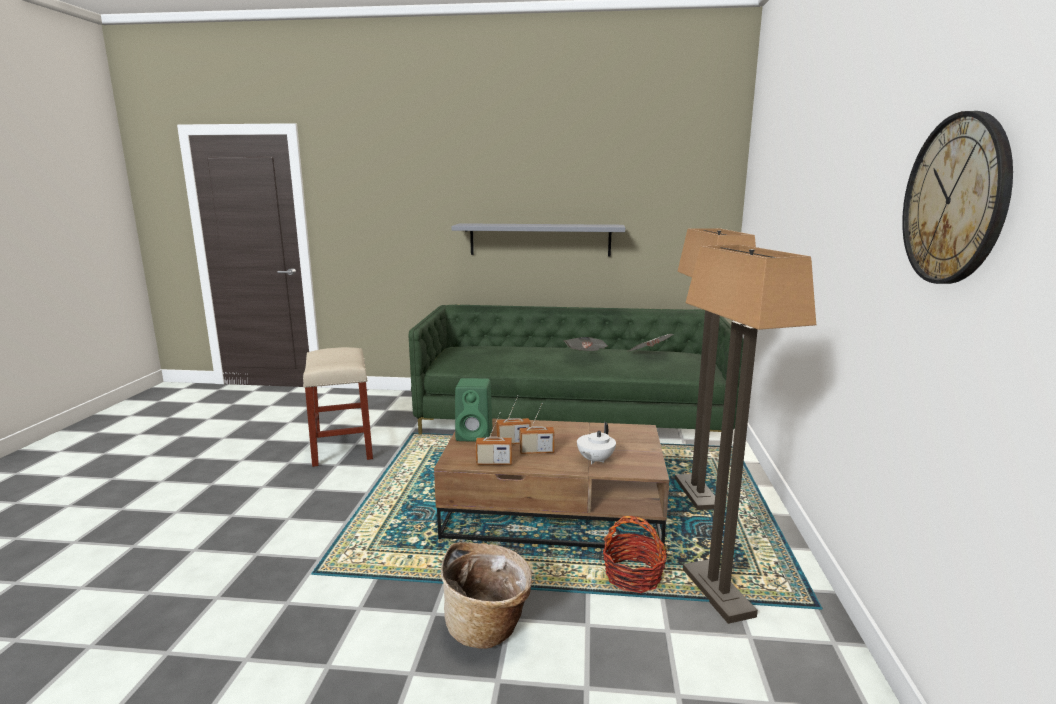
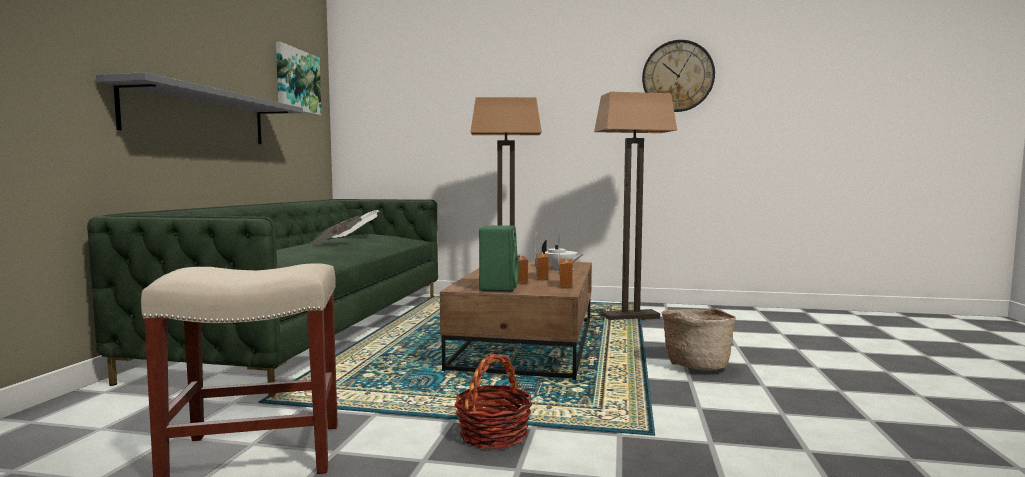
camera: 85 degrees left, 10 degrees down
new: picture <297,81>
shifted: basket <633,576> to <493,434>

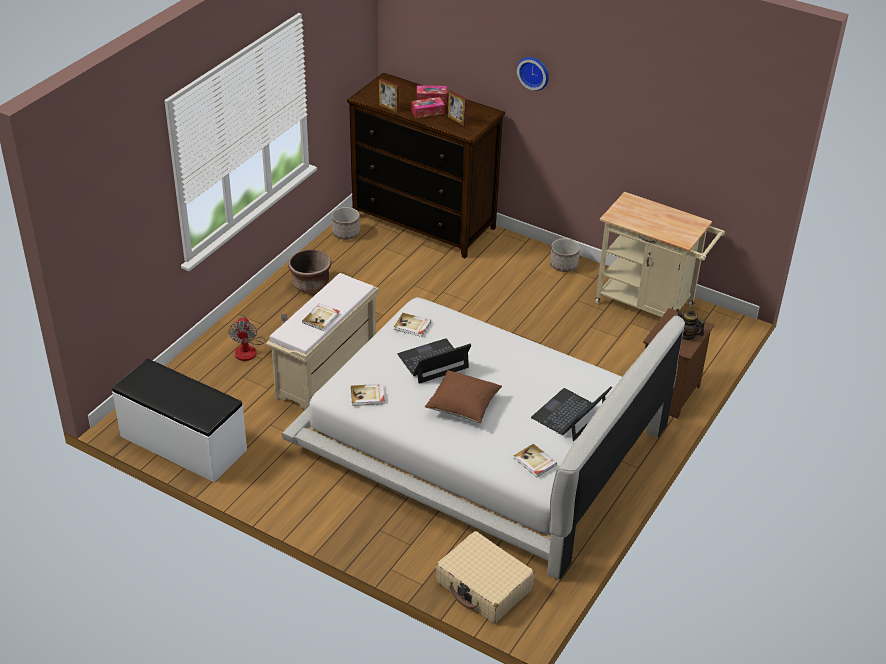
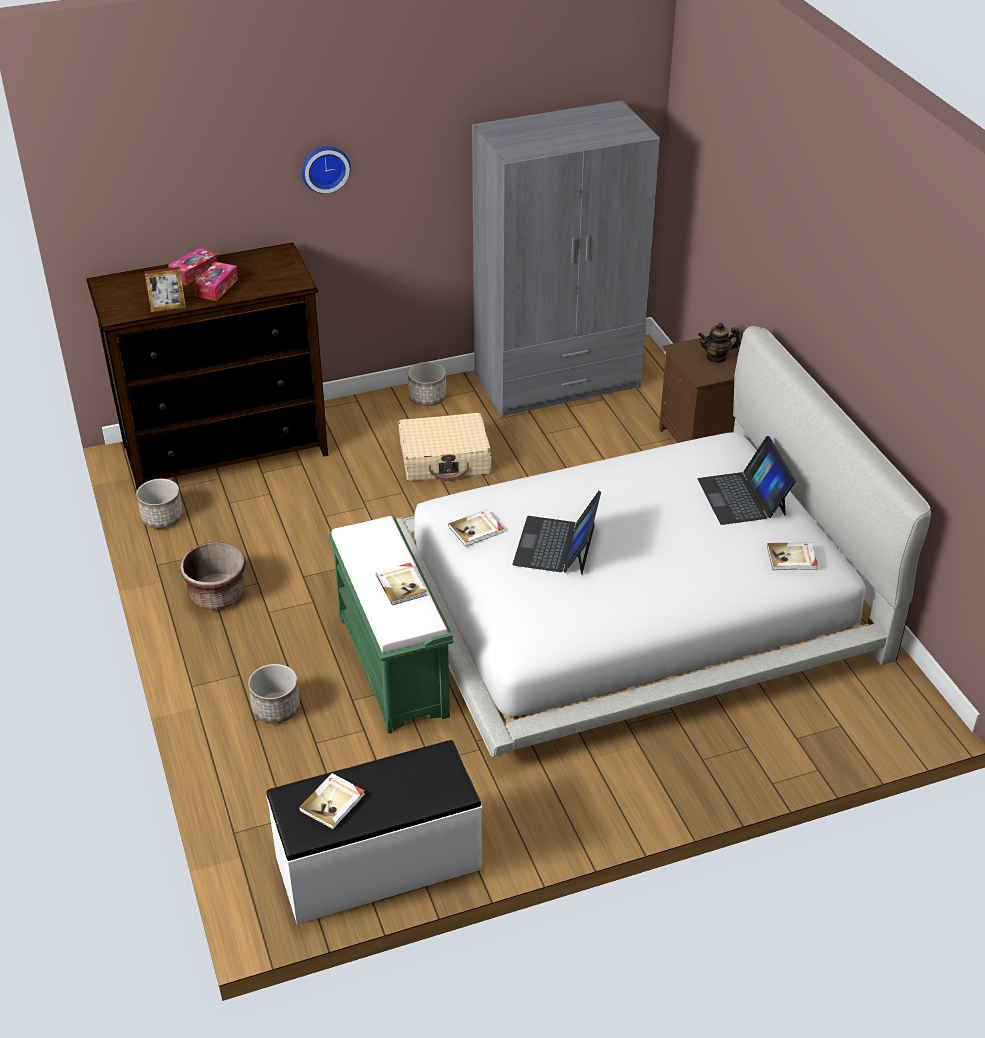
camera: 50 degrees left, 0 degrees up
gone: brown pillow <463,406>; picture frame <457,121>
shifted: book <367,396> to <333,802>; beige suitcase <484,586> to <445,459>
swapped: fan <252,350> to planter <276,708>; beige cart <650,306> to grey wardrobe <558,381>
repainted: beige bench <326,373> to green bench <394,666>

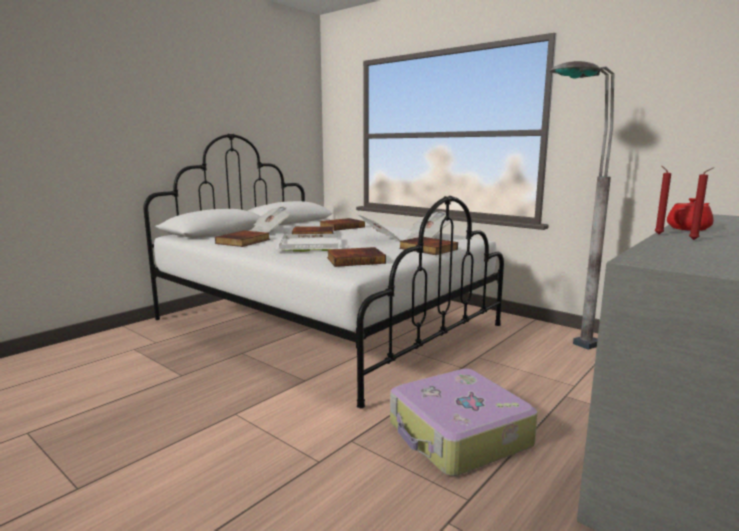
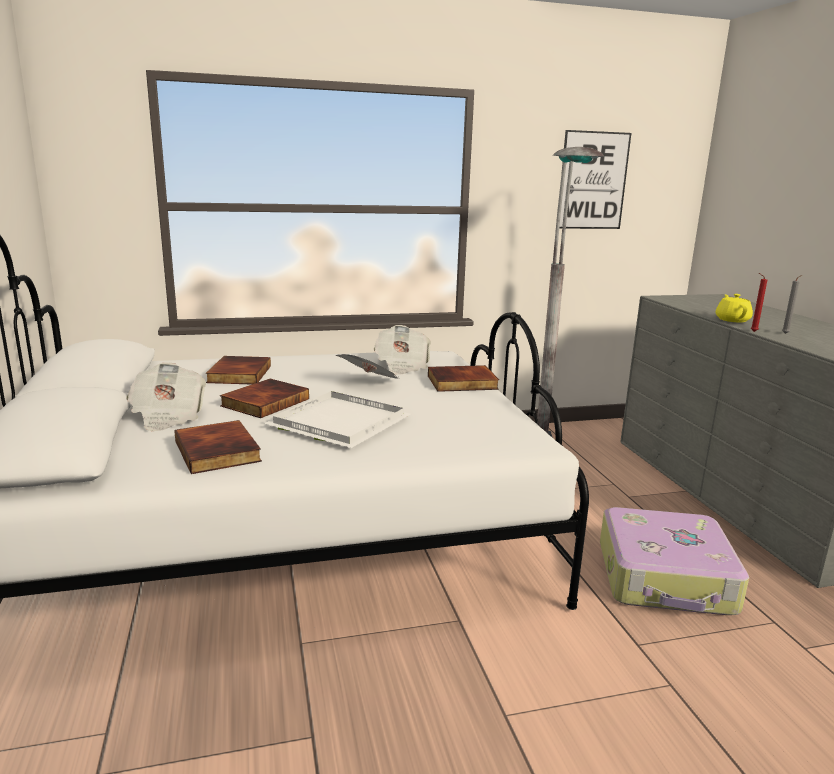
camera: 55 degrees left, 5 degrees up
gone: book <355,260>
new: picture <593,181>
repainted: red teapot <689,229> to yellow teapot <732,320>; red candle <695,240> to grey candle <786,333>

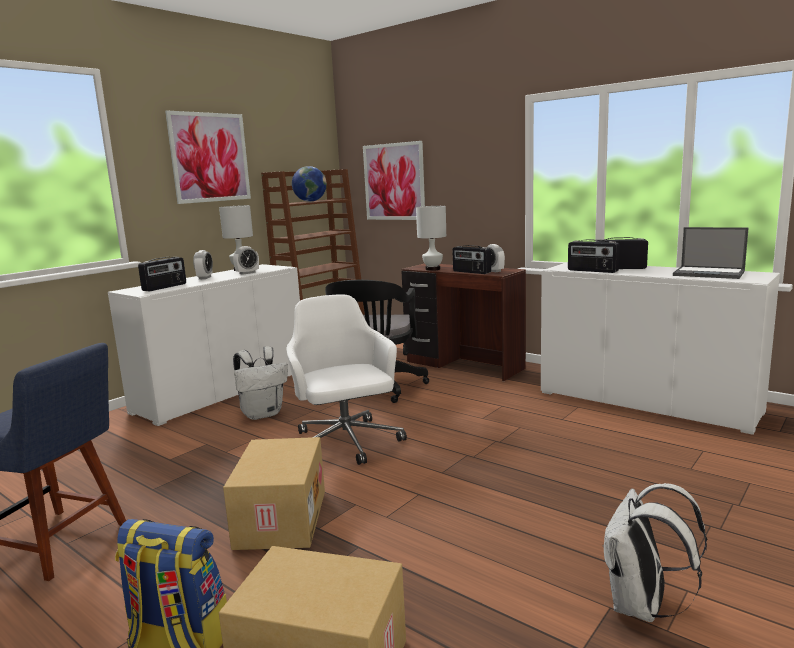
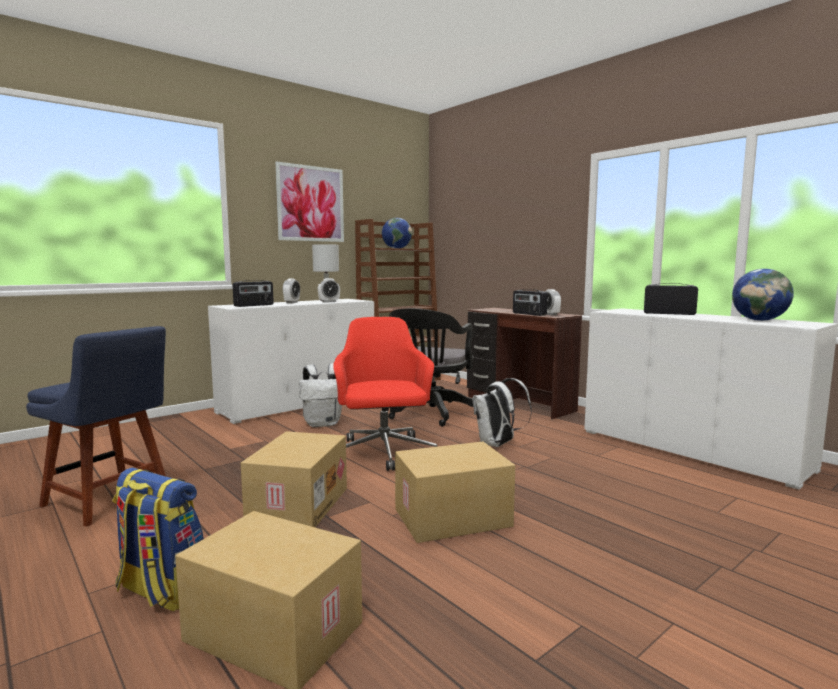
camera: 10 degrees right, 5 degrees down
gone: picture <394,182>; white table lamp <432,269>; radio <592,271>
new: cardboard box <452,518>
shifted: white backpack <642,607> to <497,444>
swapped: laptop <709,273> to globe <759,320>
repainted: white office chair <346,444> to red office chair <383,454>

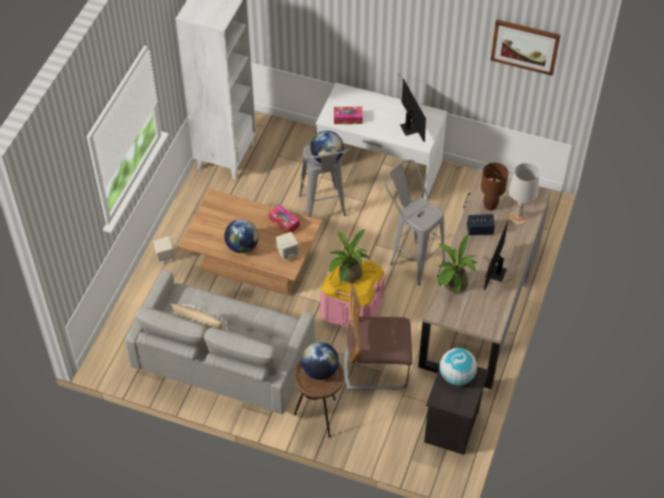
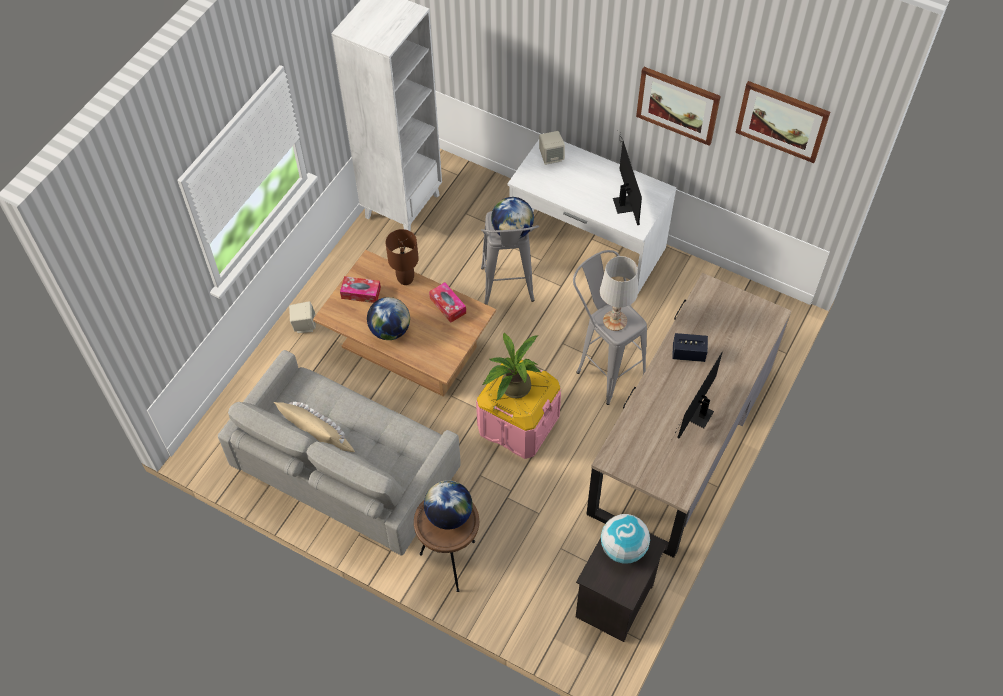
camera: 10 degrees right, 5 degrees up
gone: chair <376,367>; potted plant <453,286>
new: picture <678,105>
shifted: beige speaker <287,253> to <551,157>; tissue box <348,118> to <361,293>; brown table lamp <490,205> to <406,279>; white table lamp <518,217> to <615,320>

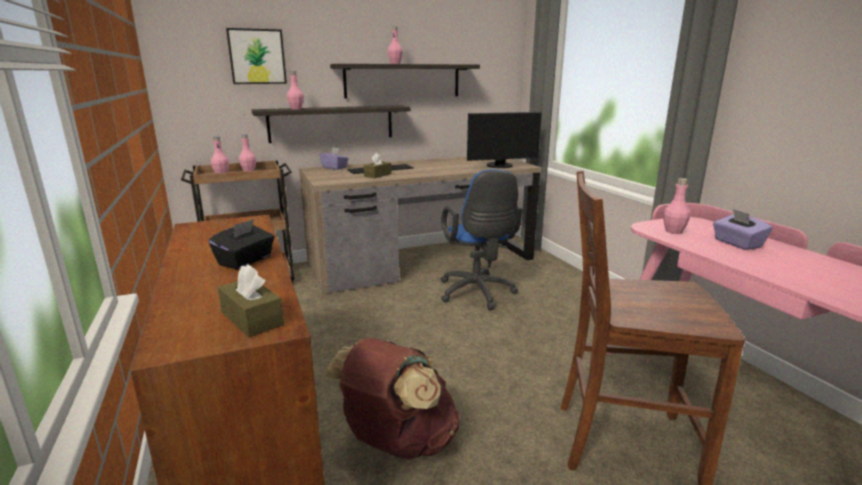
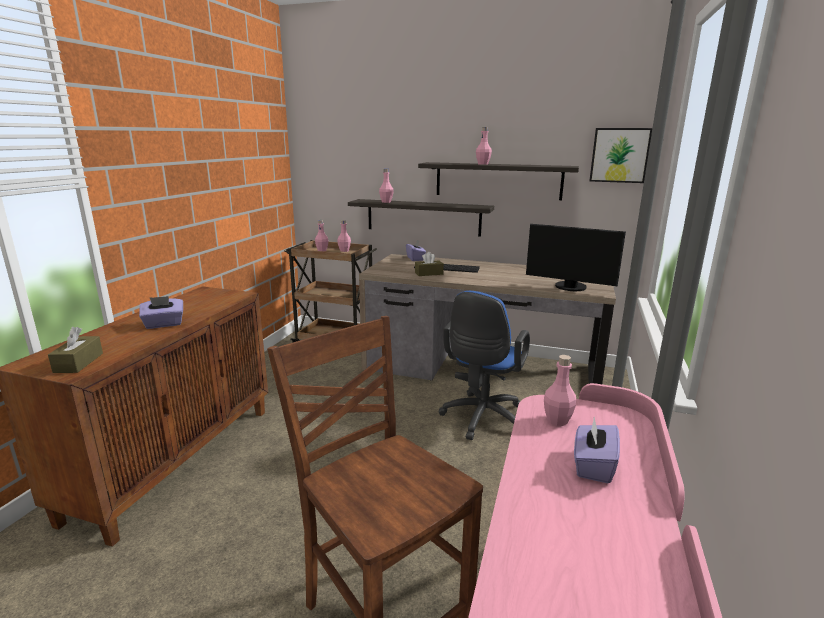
camera: 40 degrees right, 0 degrees up
gone: brown backpack <396,443>
shifted: picture <257,56> to <619,155>
repainted: black tissue box <245,261> to purple tissue box <164,324>

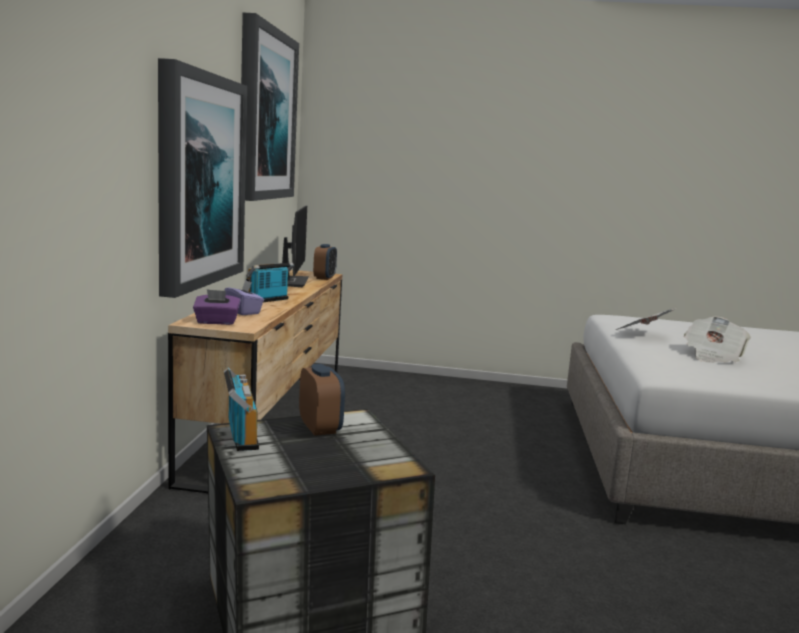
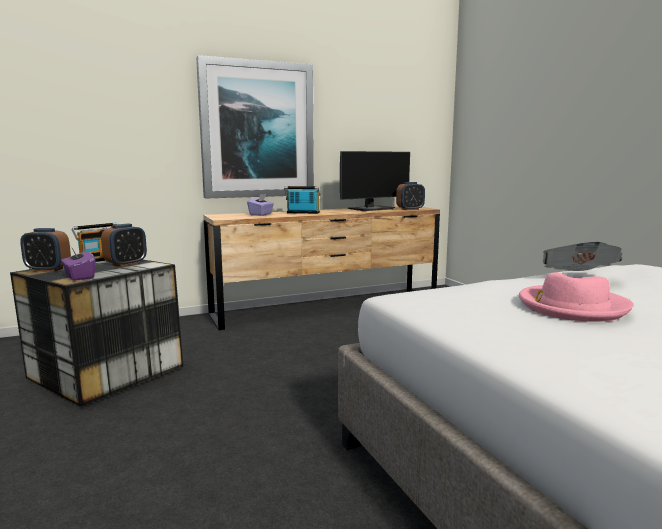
camera: 60 degrees right, 0 degrees up
gone: picture <265,115>
new: alarm clock <48,270>
shifted: purple tissue box <216,322> to <79,277>
swapped: newspaper <712,356> to pink hat <571,307>

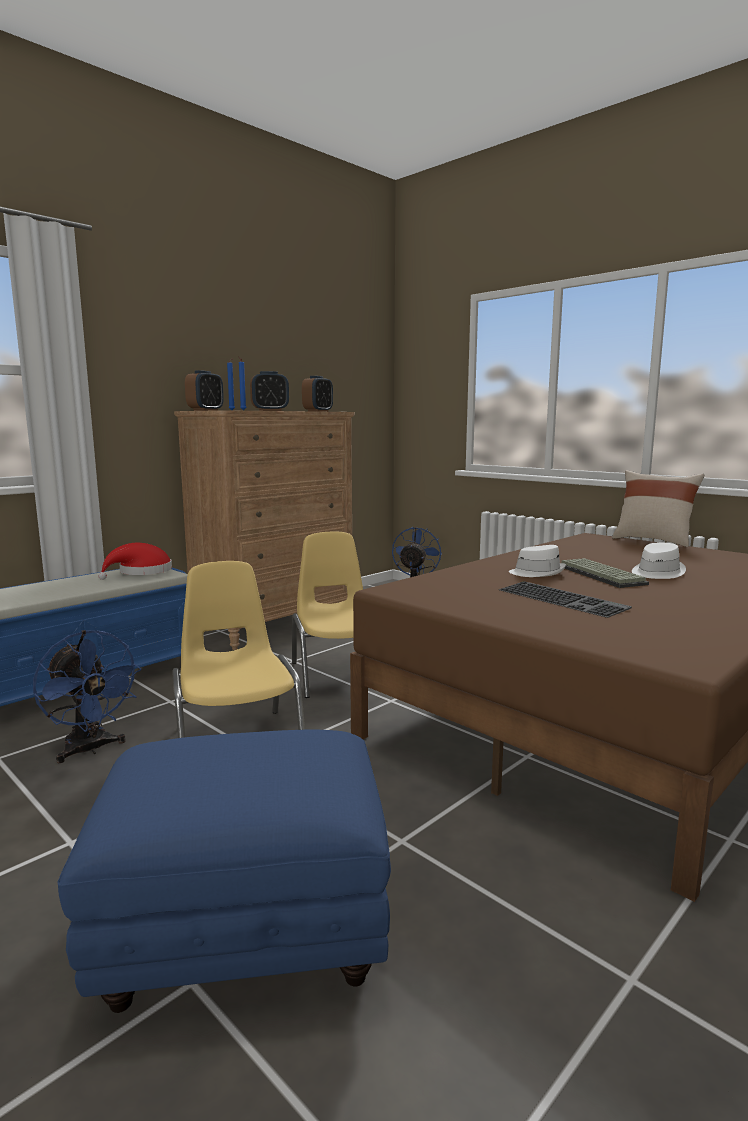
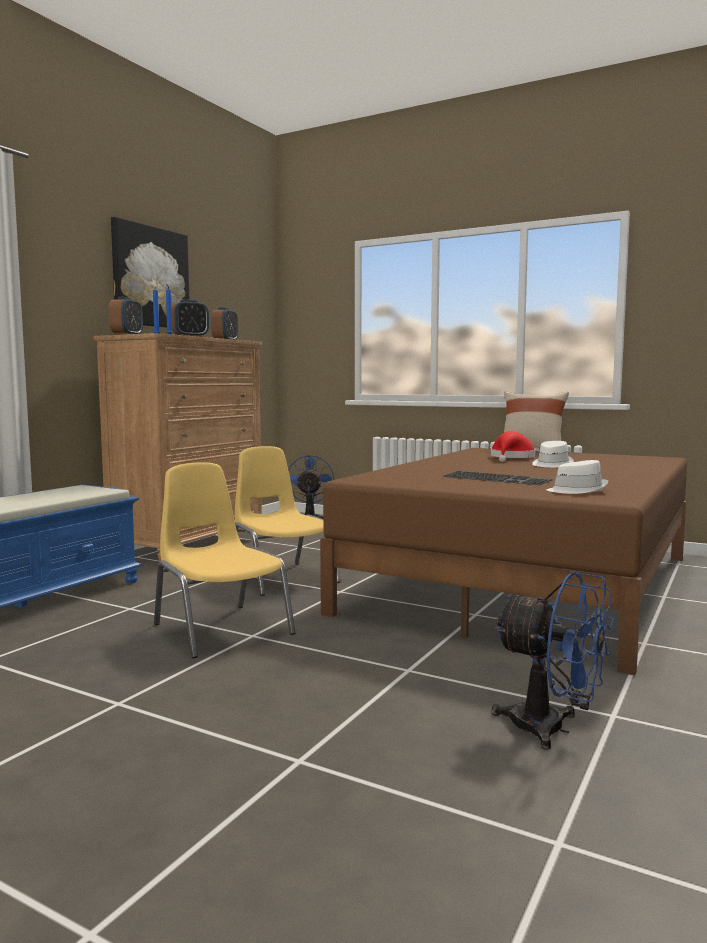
camera: 15 degrees left, 5 degrees down
gone: blue ottoman <242,931>; keyboard <602,575>
new: picture <150,277>
shifted: blue fan <90,749> to <552,729>; red hat <141,572> to <511,458>; white hat <537,572> to <577,490>

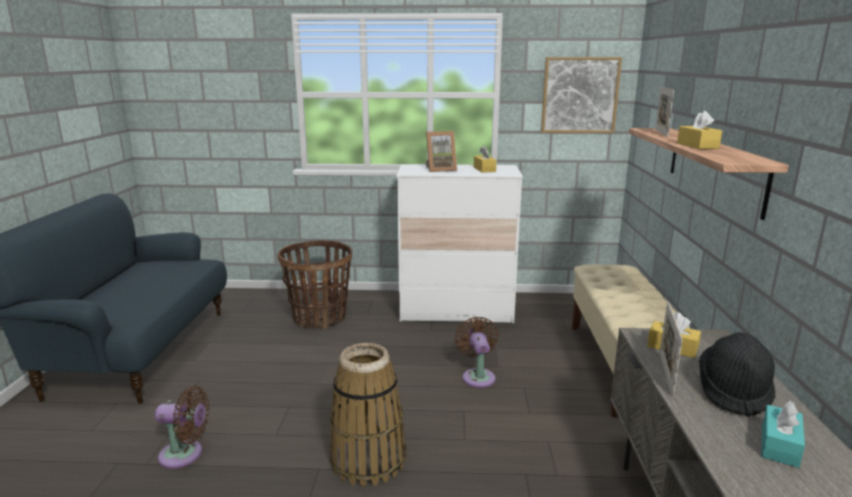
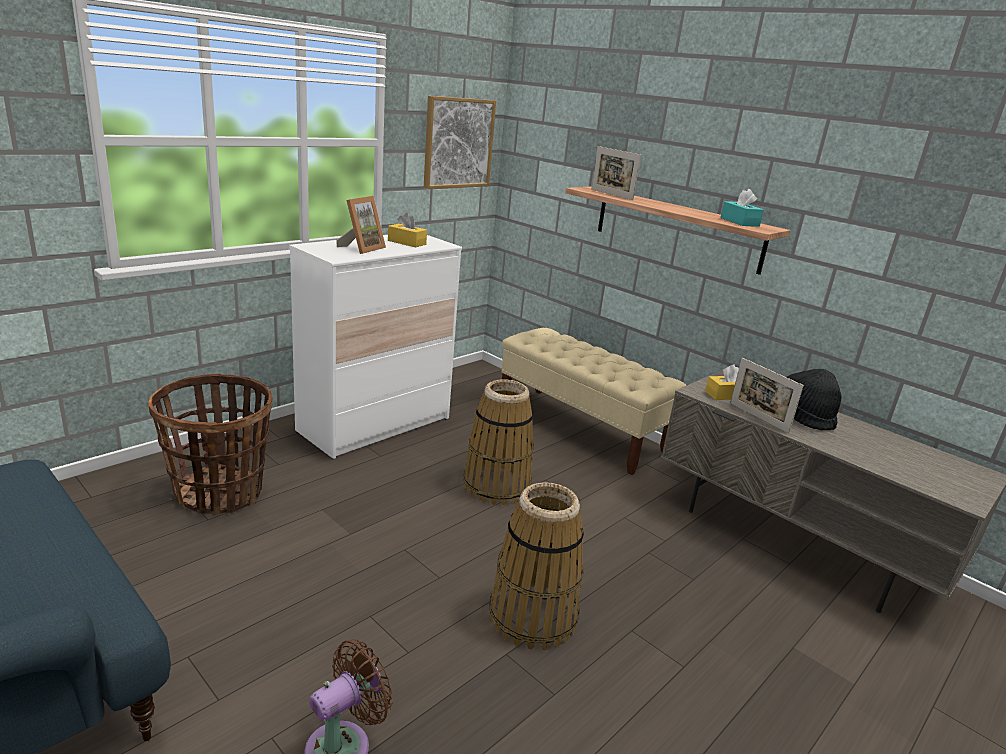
camera: 50 degrees left, 5 degrees up
gone: yellow tissue box <697,146>
shifted: turquoise tissue box <779,445> to <739,222>
swapped: brown fan <478,376> to basket <496,486>

